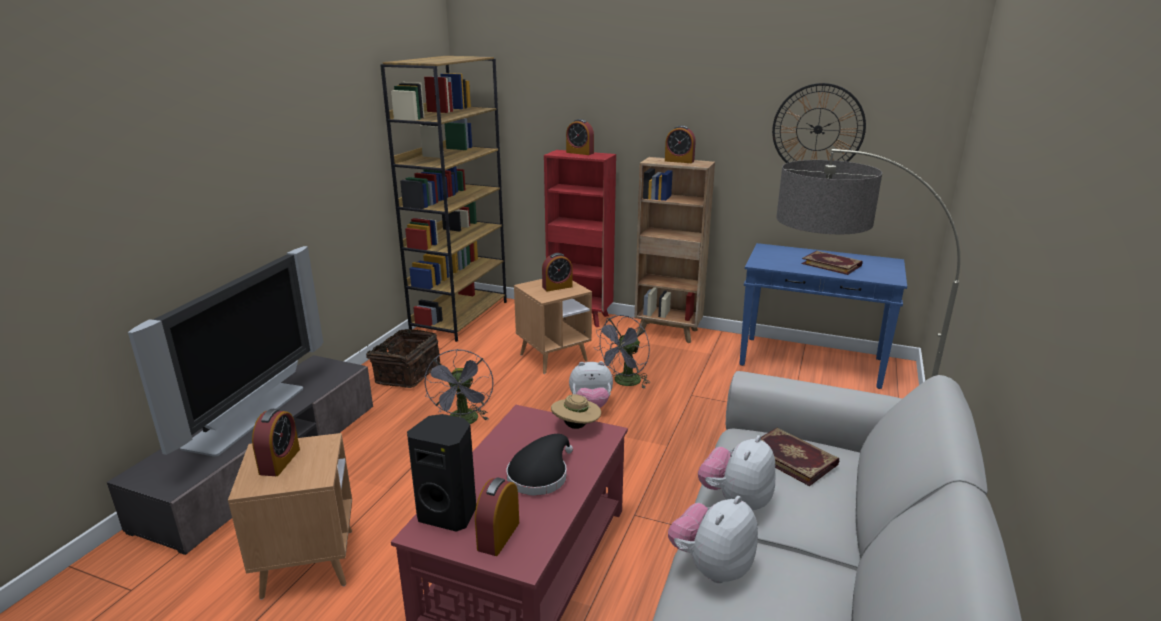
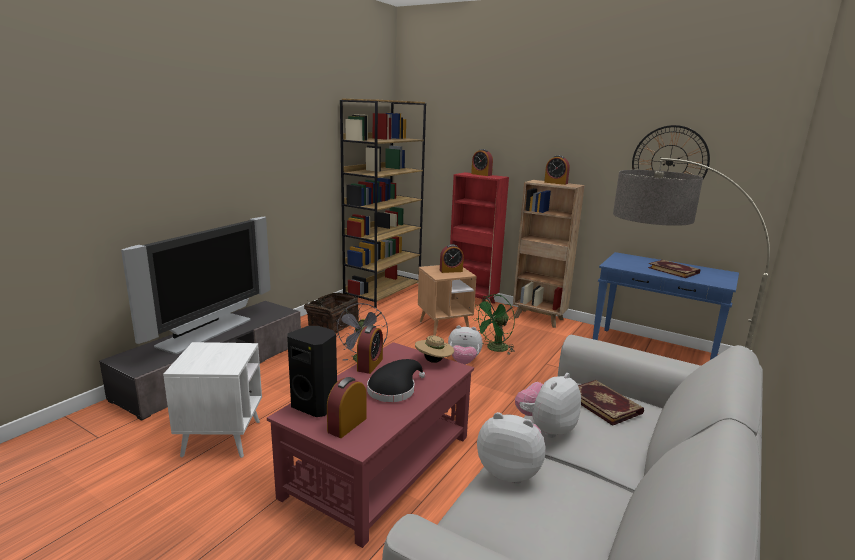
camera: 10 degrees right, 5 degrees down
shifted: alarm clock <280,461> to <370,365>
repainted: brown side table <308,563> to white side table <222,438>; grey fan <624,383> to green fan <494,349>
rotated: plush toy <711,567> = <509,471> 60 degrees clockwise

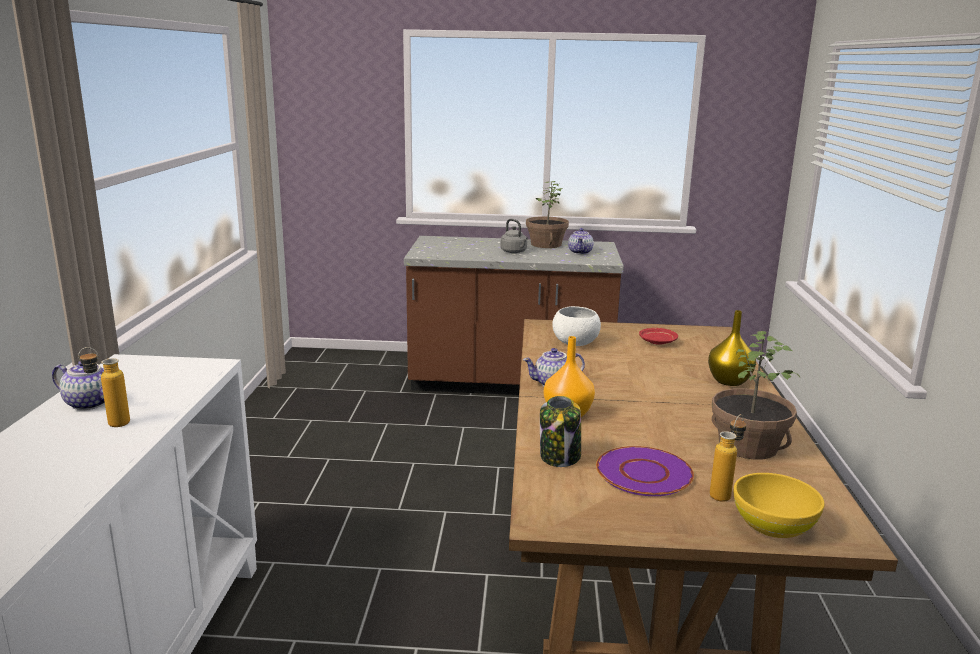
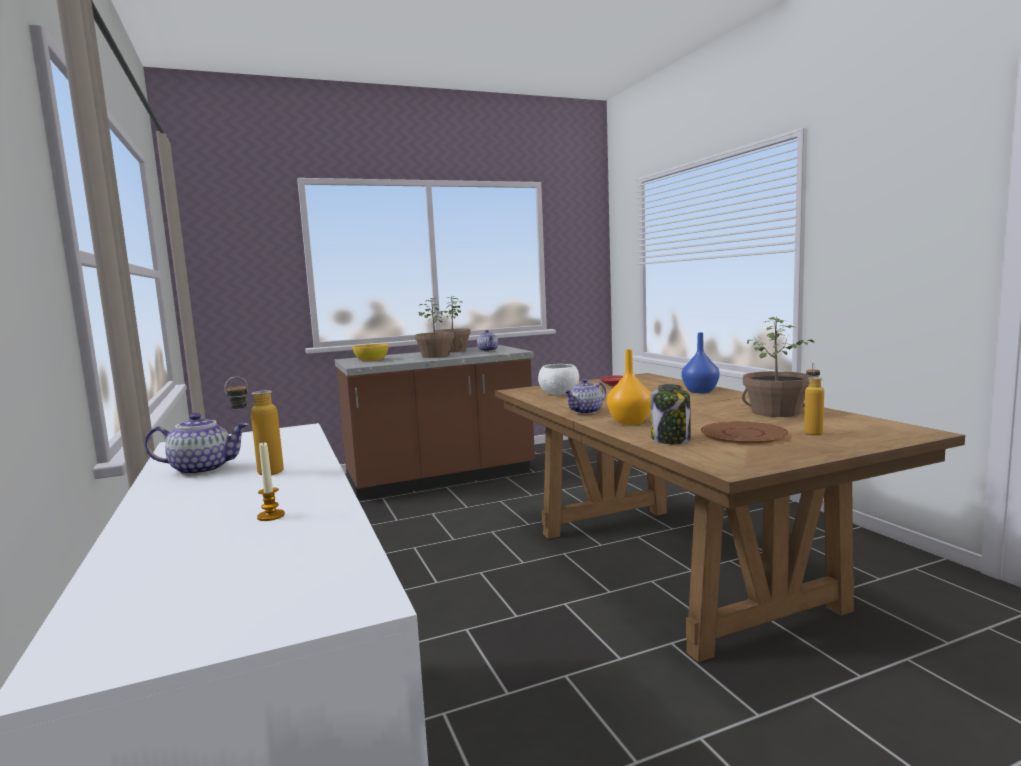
camera: 25 degrees left, 10 degrees down
new: candle <271,516>
shifted: yellow bowl <773,525> to <371,360>
swapped: grey kettle <514,252> to potted plant <436,356>
repainted: purple plate <644,473> to brown plate <743,434>; yellow vase <730,381> to blue vase <701,391>

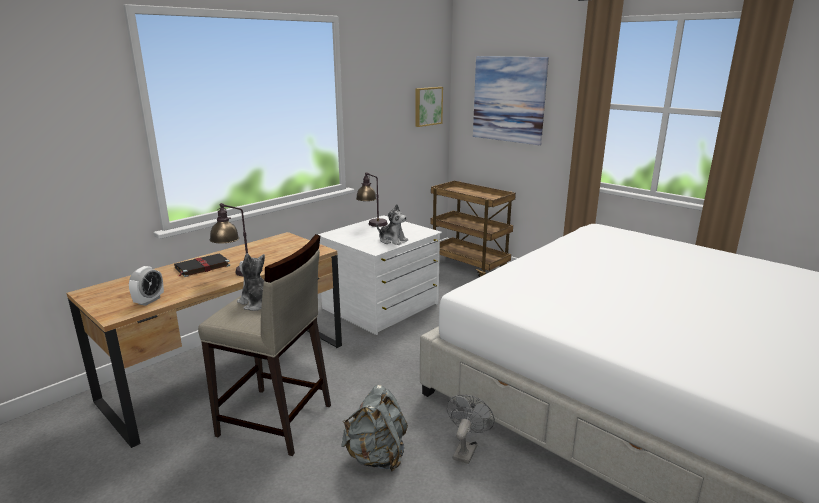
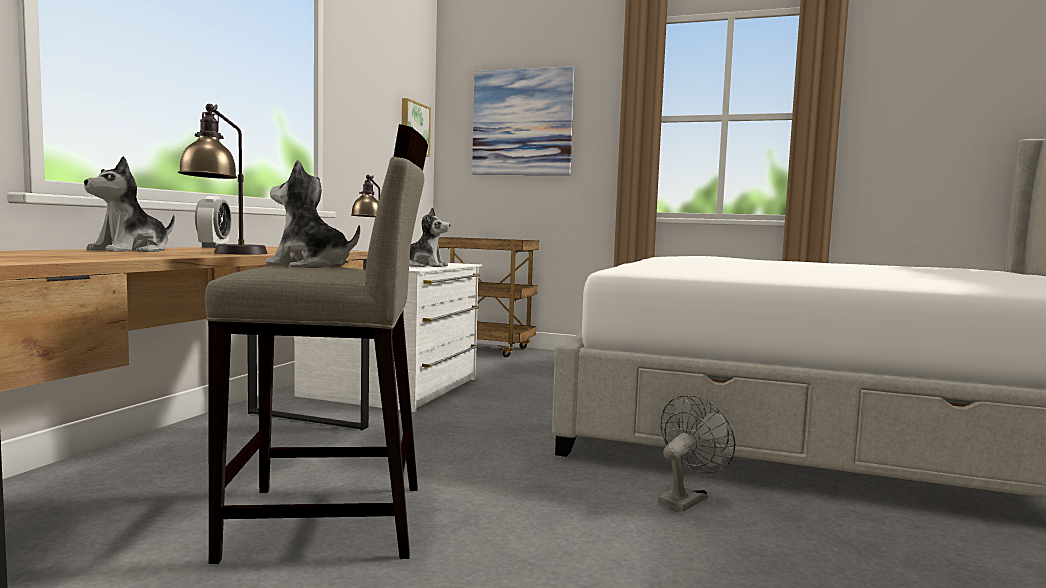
camera: 25 degrees left, 15 degrees down
gone: grey backpack <376,457>
shifted: alarm clock <149,301> to <213,247>
swapped: black book <201,267> to plush toy <132,250>
rotated: grey fan <466,449> = <686,499> 45 degrees clockwise

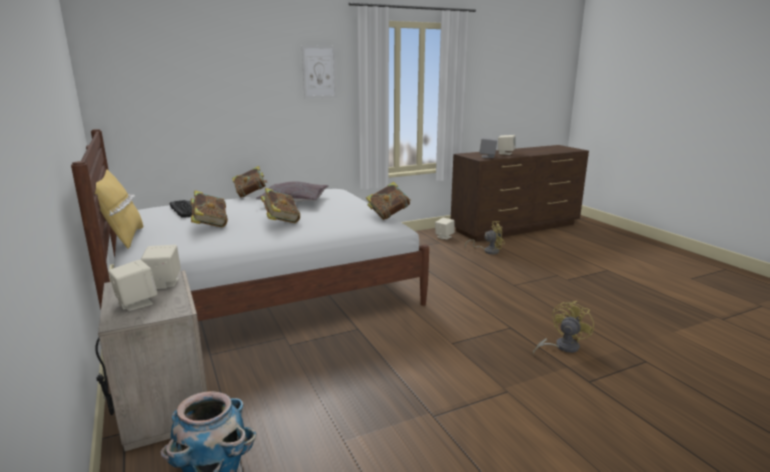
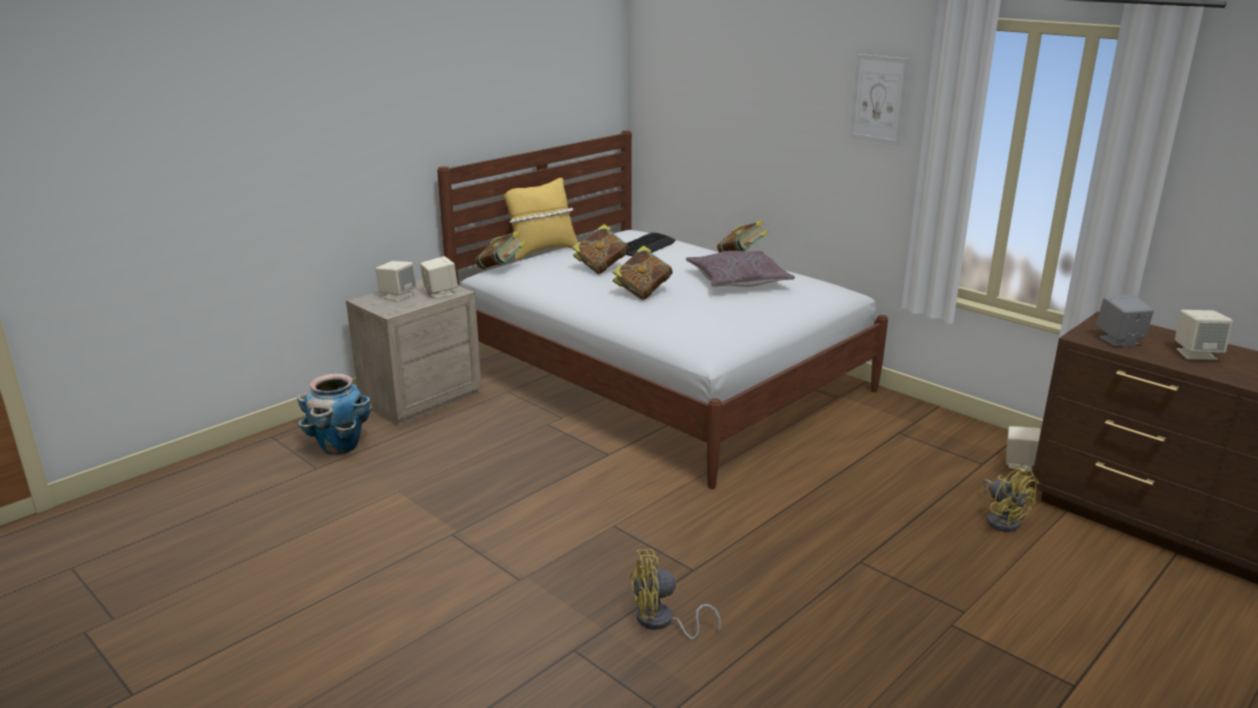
camera: 70 degrees right, 5 degrees up
shifted: book <388,215> to <501,268>
rotated: yellow fan <562,347> = <661,622> 150 degrees clockwise

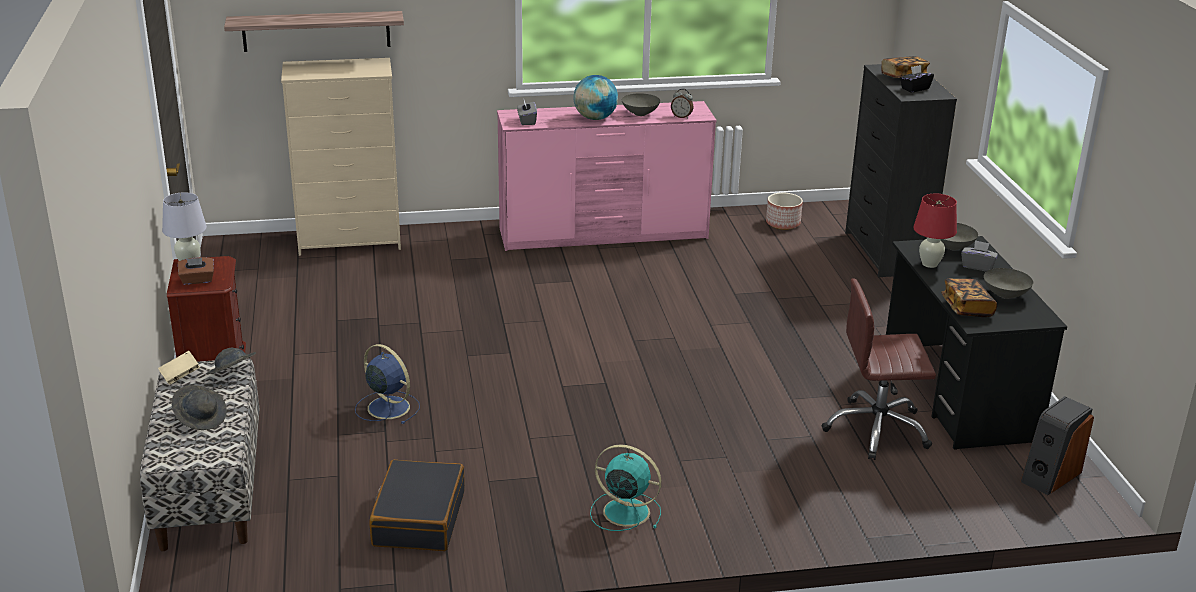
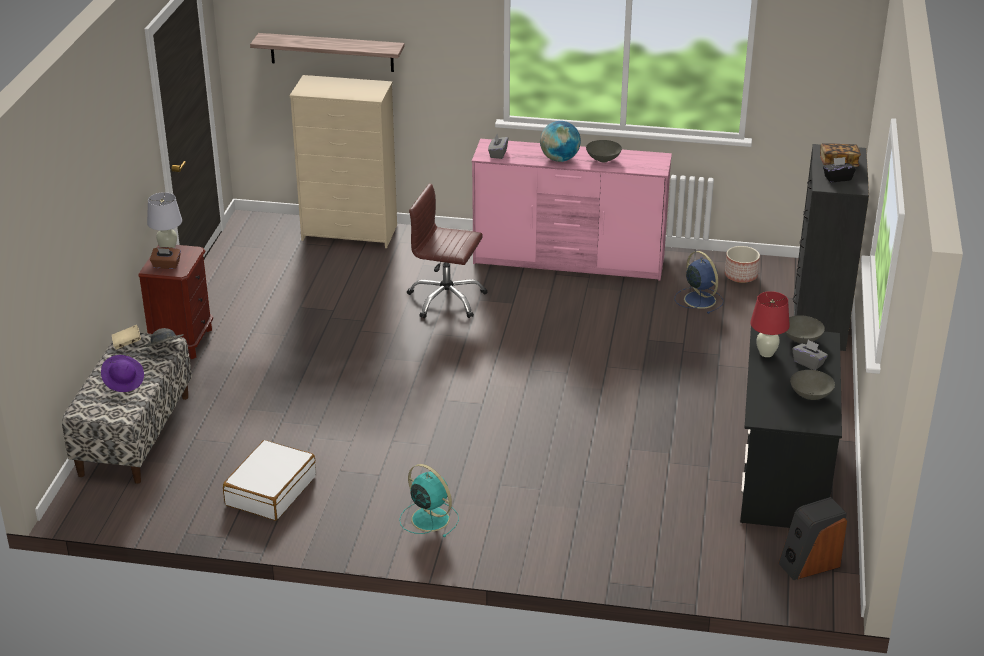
camera: 20 degrees right, 5 degrees up
gone: alarm clock <681,116>; book <967,308>
shifted: blue fan <387,407> to <698,299>; brown office chair <877,430> to <446,300>
repainted: grey hat <201,418> to purple hat <124,381>; black suitcase <418,518> to white suitcase <270,490>

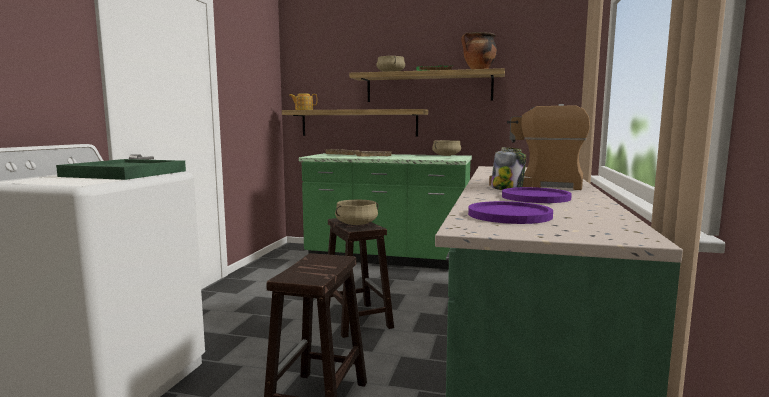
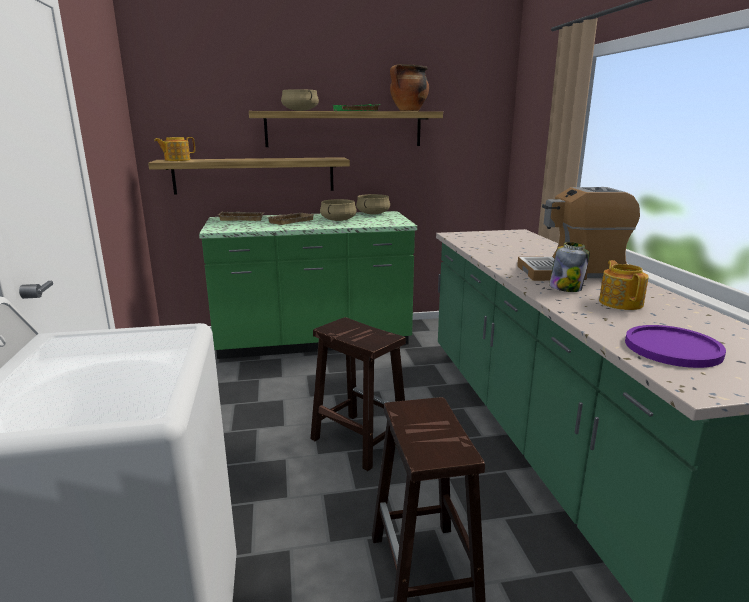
camera: 25 degrees left, 10 degrees up
gone: green tray <125,174>
shifted: beige cooking pot <356,224> to <338,220>
swapped: purple plate <535,197> to teapot <621,302>

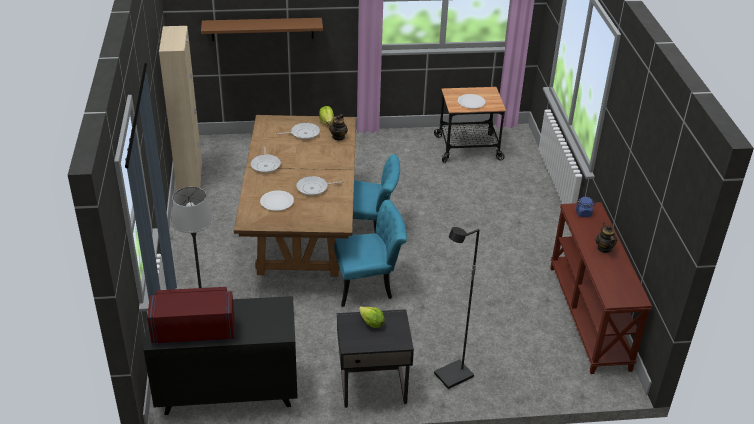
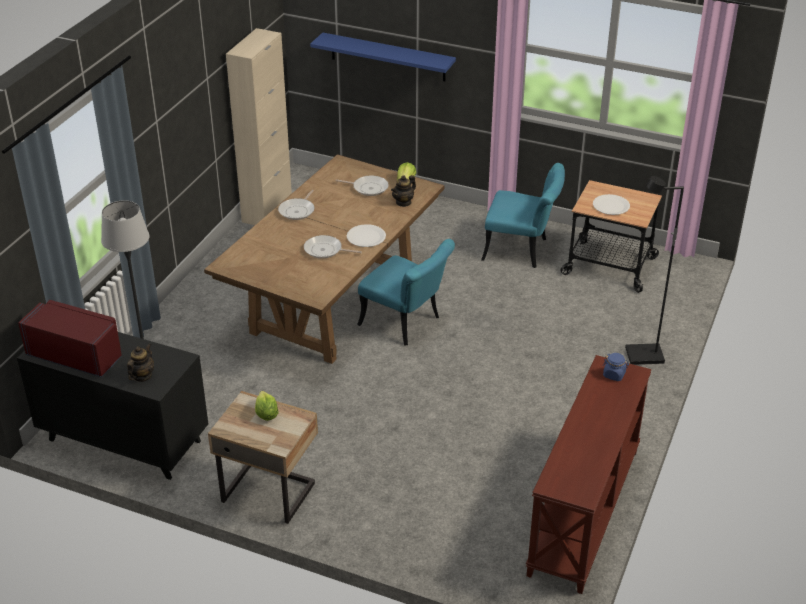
camera: 30 degrees right, 0 degrees up
shifted: white plate <277,201> to <366,237>; turquoise chair <369,284> to <522,250>; black floor lamp <453,376> to <644,356>; teapot <604,248> to <142,376>
repainted: brown shelf <262,29> to blue shelf <388,57>; black nightstand <372,385> to beige nightstand <269,491>

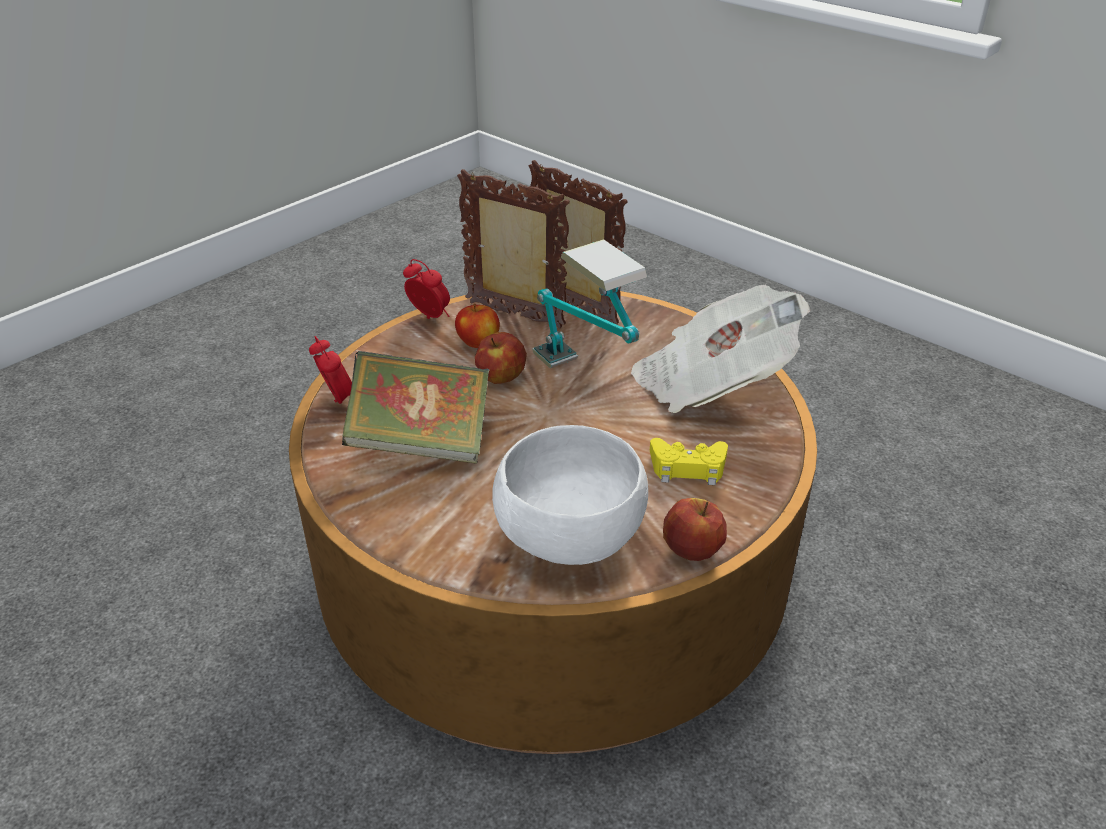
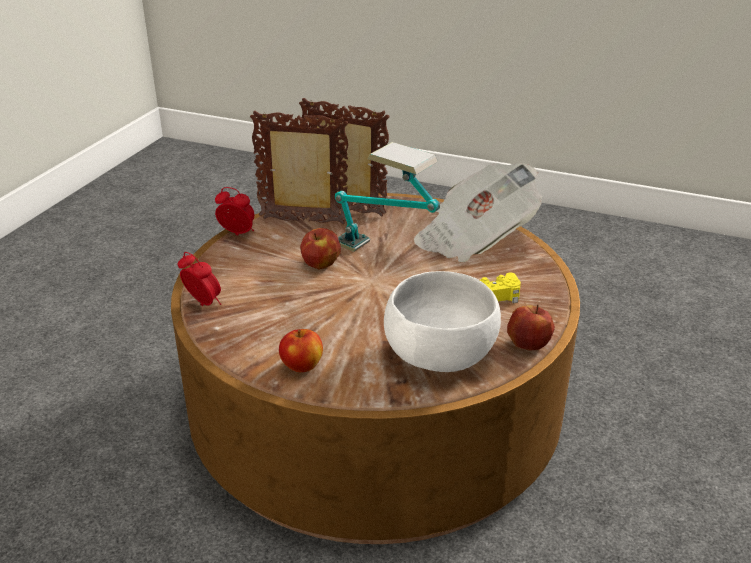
camera: 20 degrees left, 5 degrees down
gone: book <421,442>
shifted: apple <478,343> to <302,366>

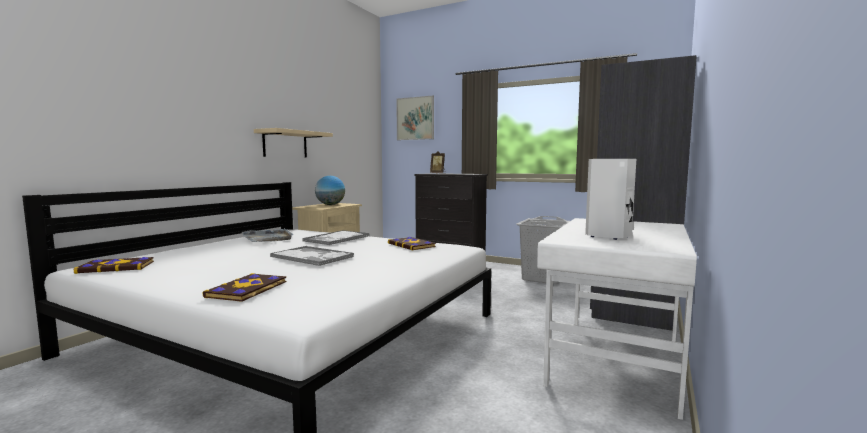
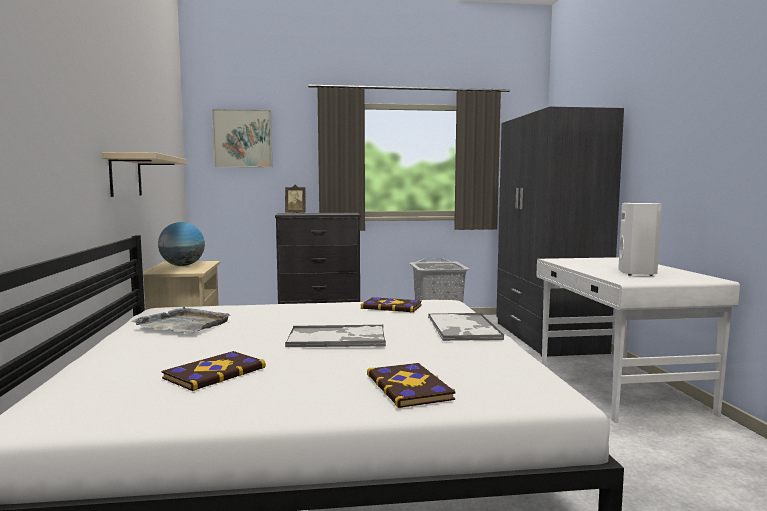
camera: 35 degrees left, 0 degrees up
shifted: book <116,267> to <214,373>; tray <336,238> to <463,328>

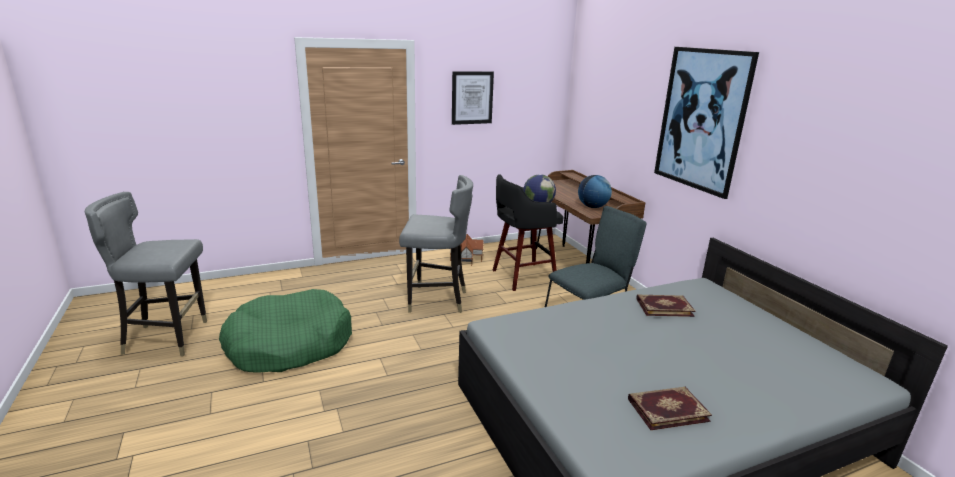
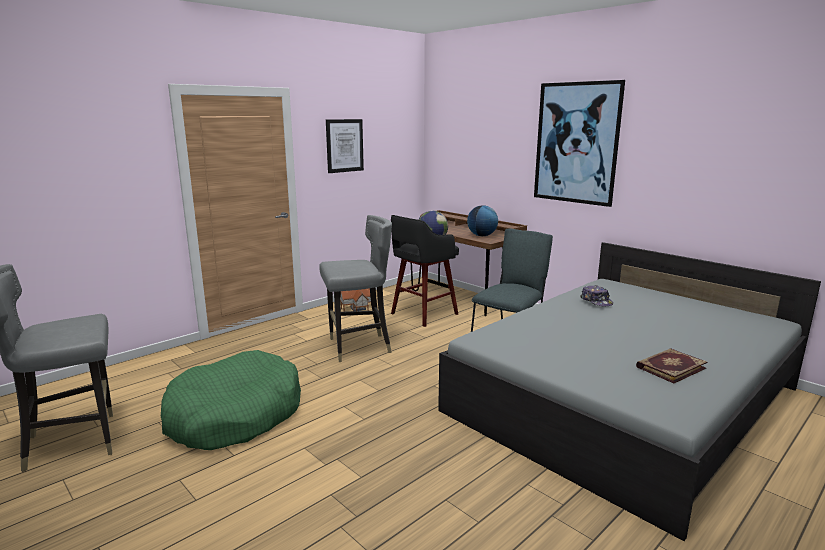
camera: 20 degrees left, 5 degrees down
swapped: book <664,307> to cap <596,301>

